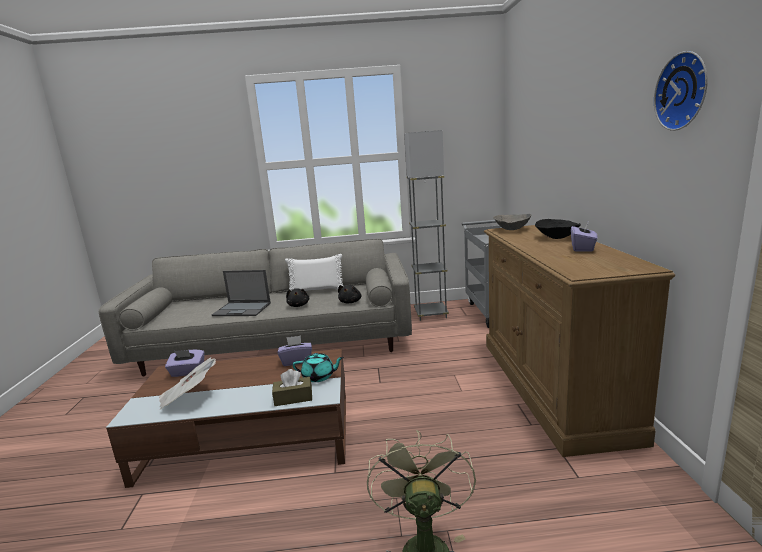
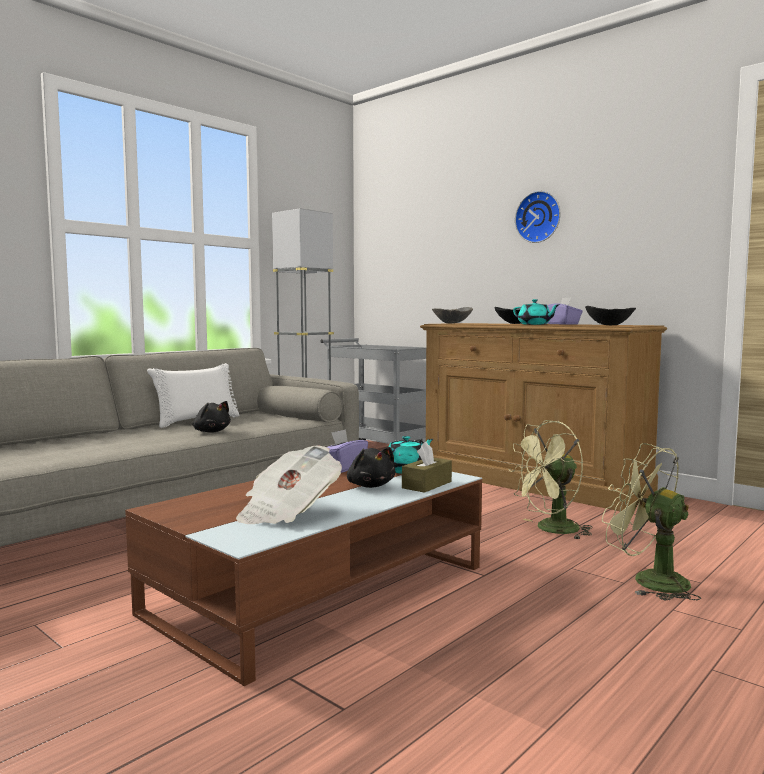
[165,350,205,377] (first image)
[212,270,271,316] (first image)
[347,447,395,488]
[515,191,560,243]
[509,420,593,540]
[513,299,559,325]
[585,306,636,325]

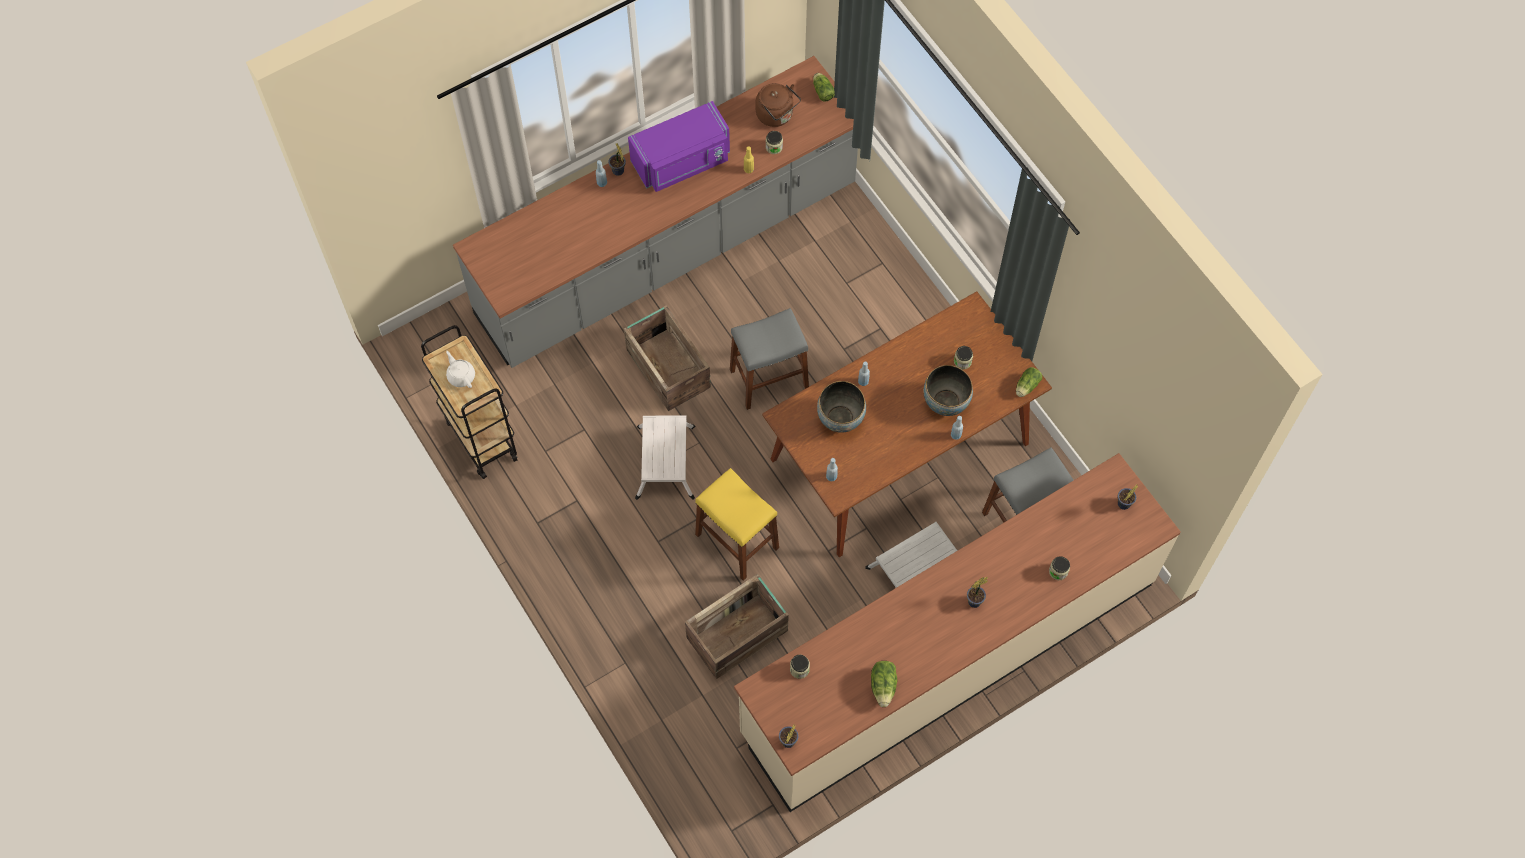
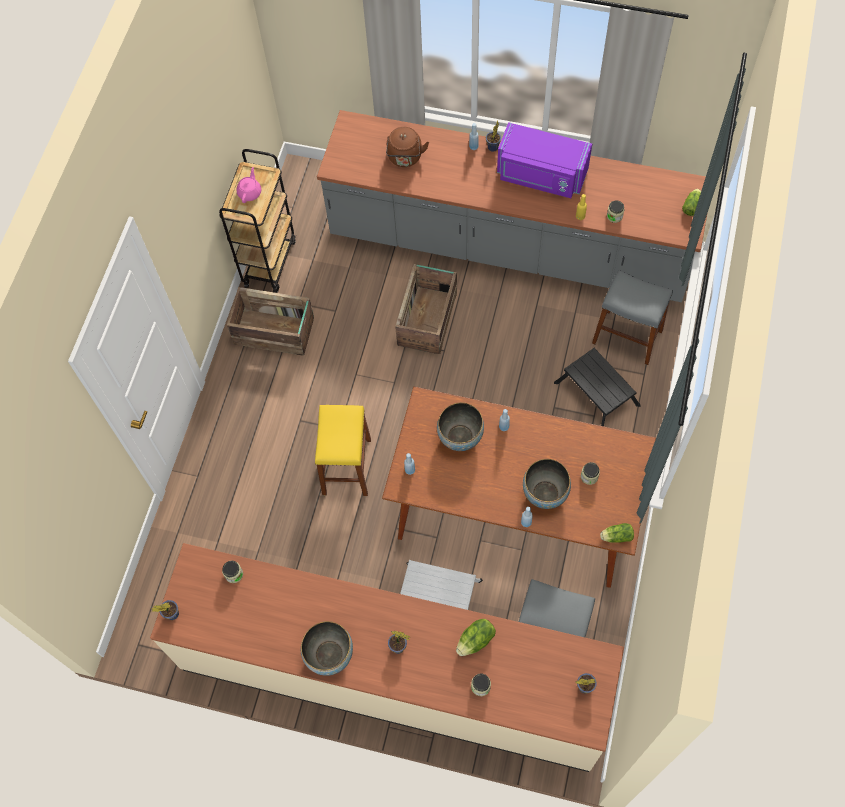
[236,167,261,203]
[635,415,696,500] (first image)
[227,287,314,356]
[592,270,673,365]
[386,127,429,167]
[456,619,496,656]
[301,621,353,676]
[554,347,641,426]

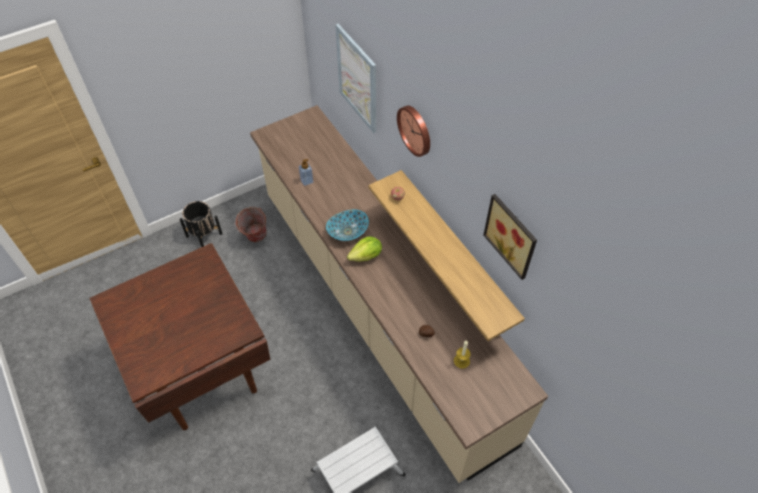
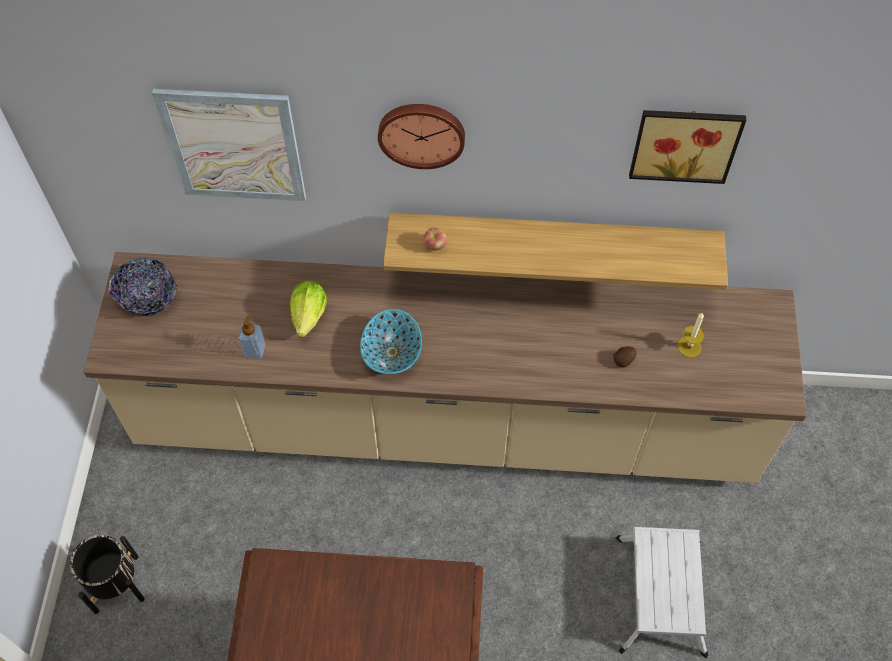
[235,206,267,242] (first image)
[290,281,327,337]
[108,258,177,316]

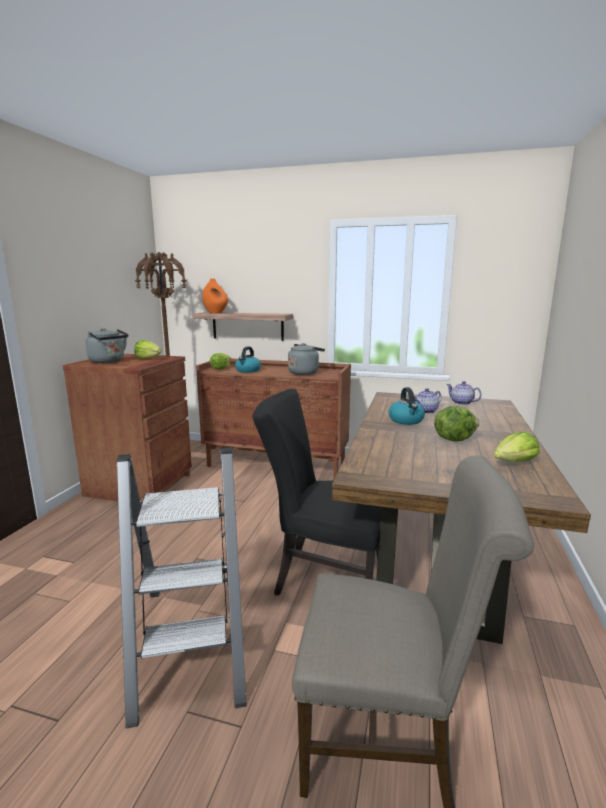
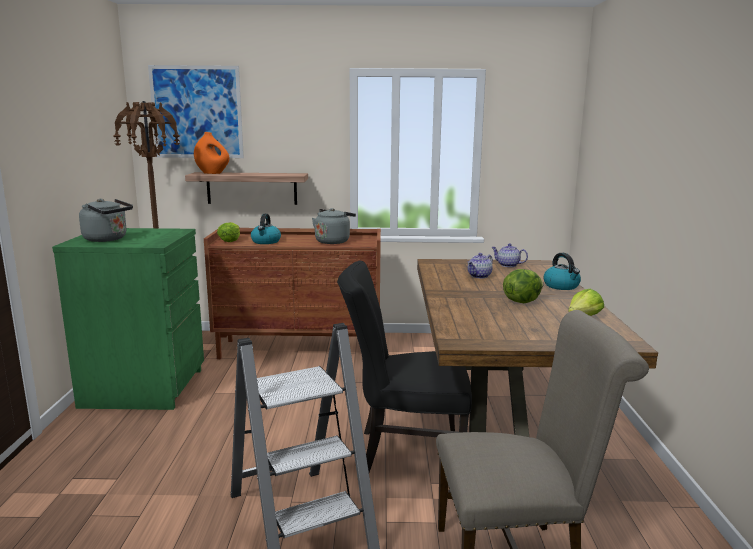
[52,228,204,410]
[134,340,162,359] (first image)
[544,253,581,290]
[148,65,244,158]

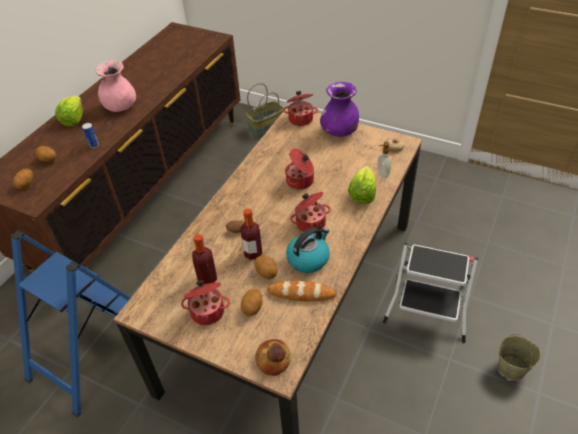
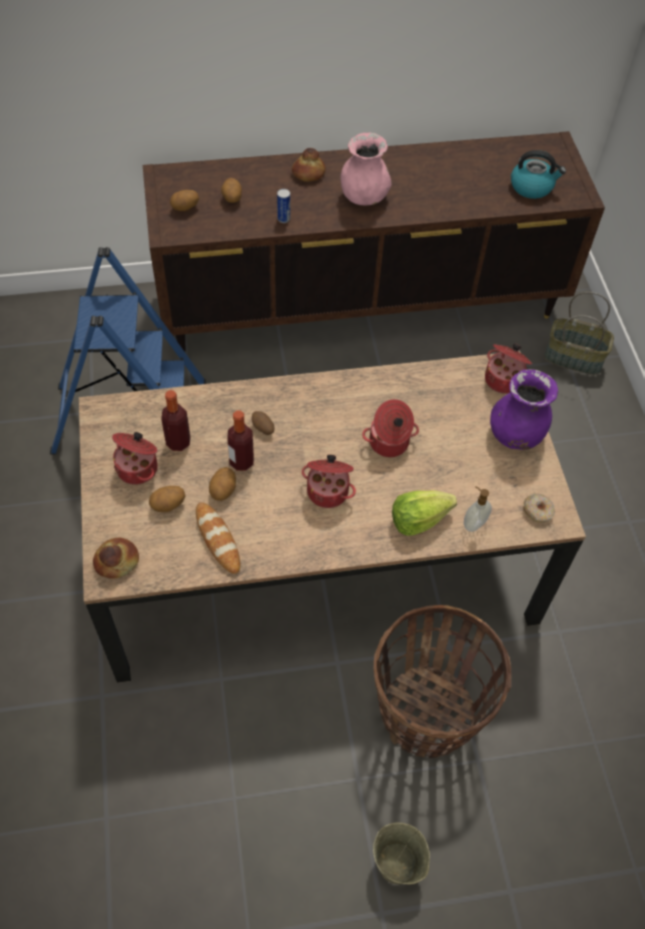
[292,148,326,182]
[511,150,566,199]
[374,605,511,758]

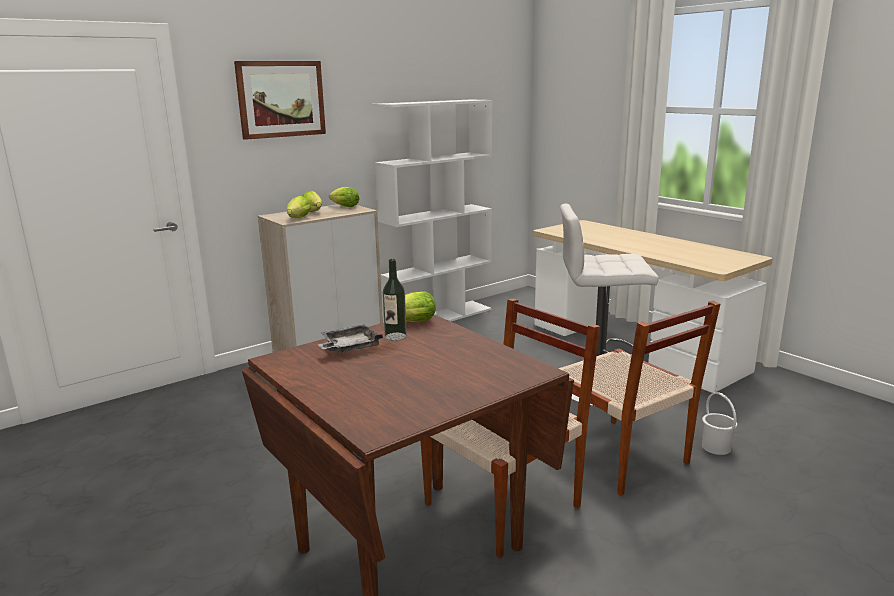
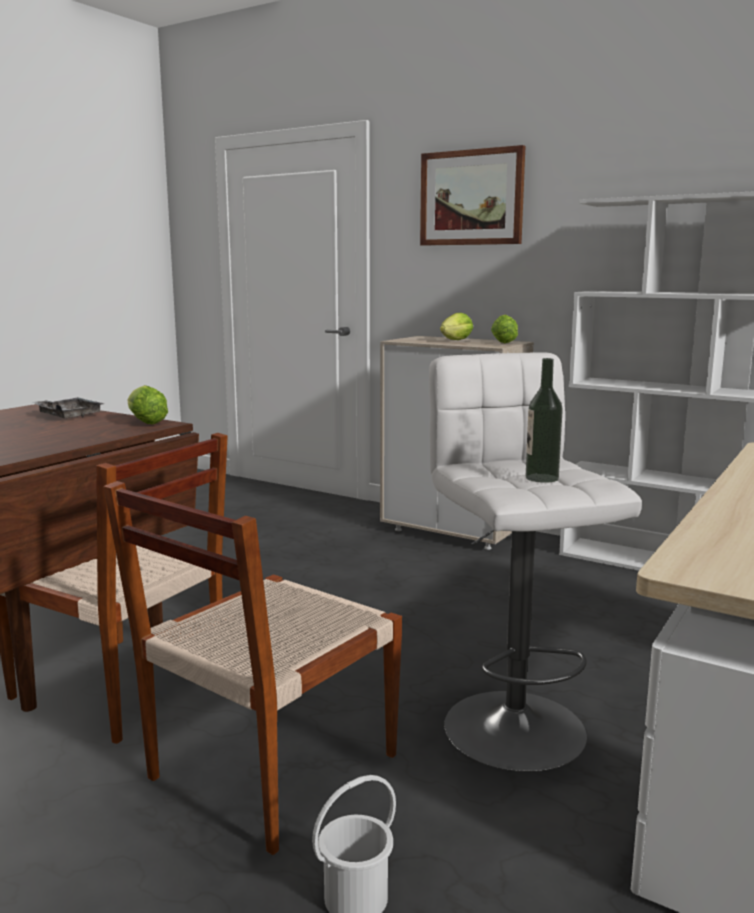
[287,196,311,218] (first image)
[526,358,563,483]

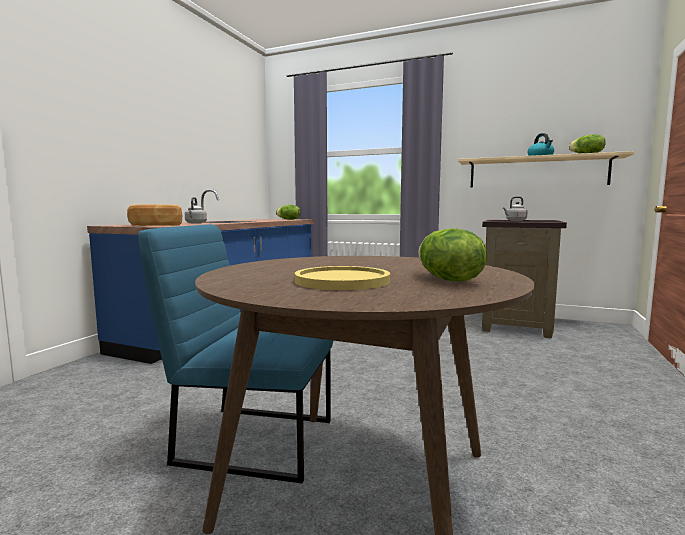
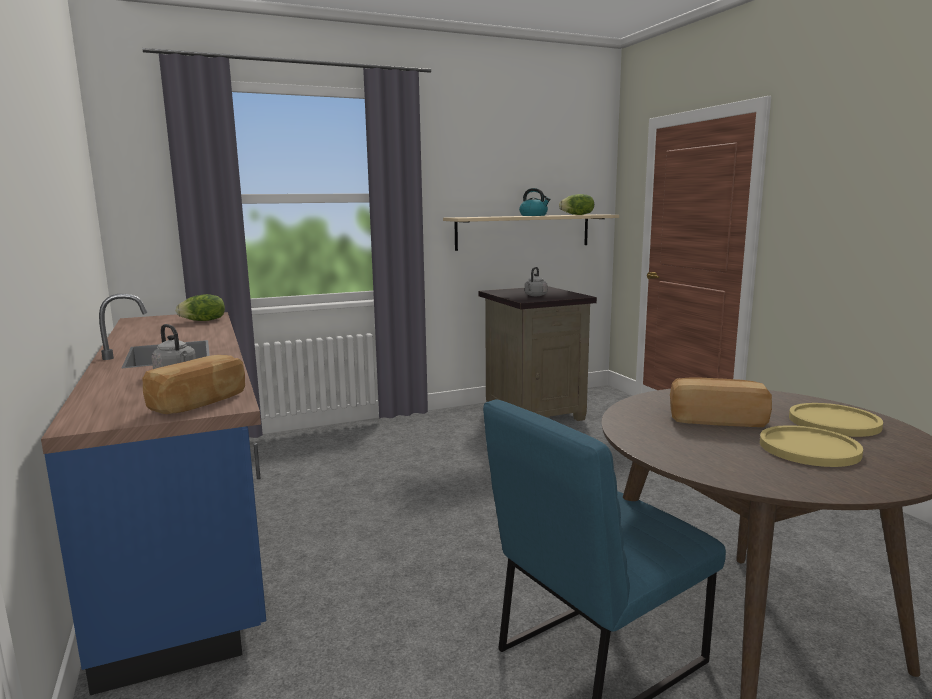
[789,403,883,437]
[670,377,772,427]

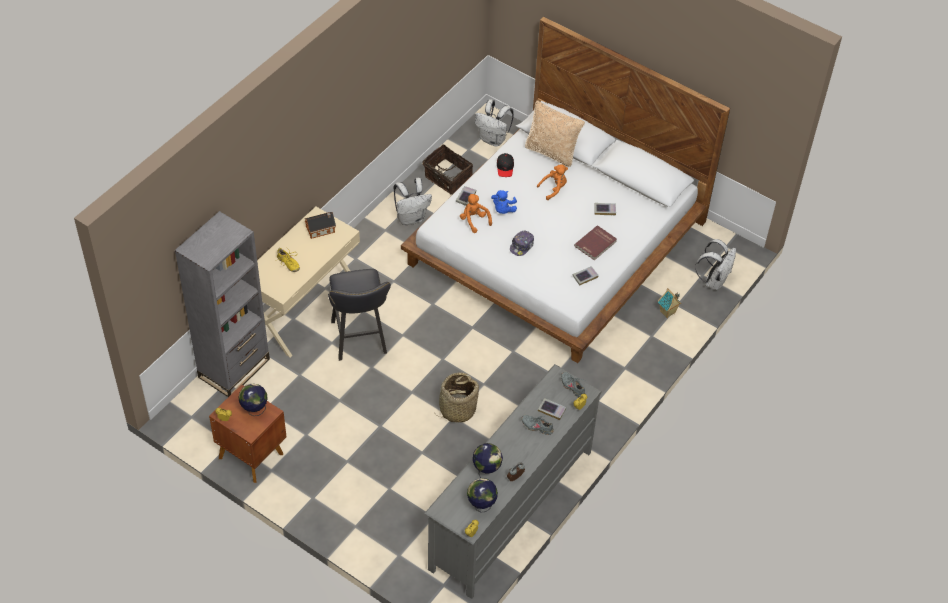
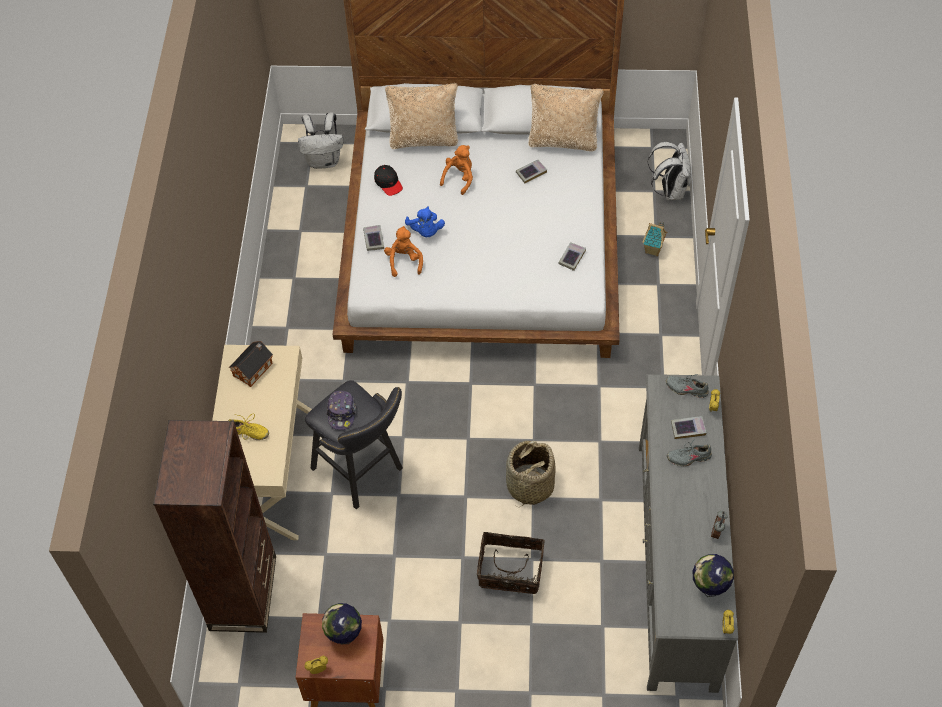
[153,420,276,633]
[393,178,432,225] (first image)
[477,532,545,597]
[384,226,423,277]
[472,443,503,478] (first image)
[326,391,356,430]
[574,225,617,260] (first image)
[528,84,604,151]

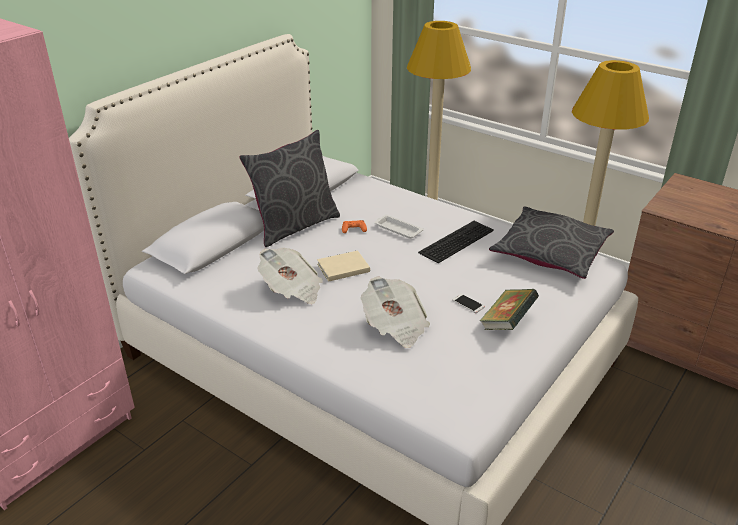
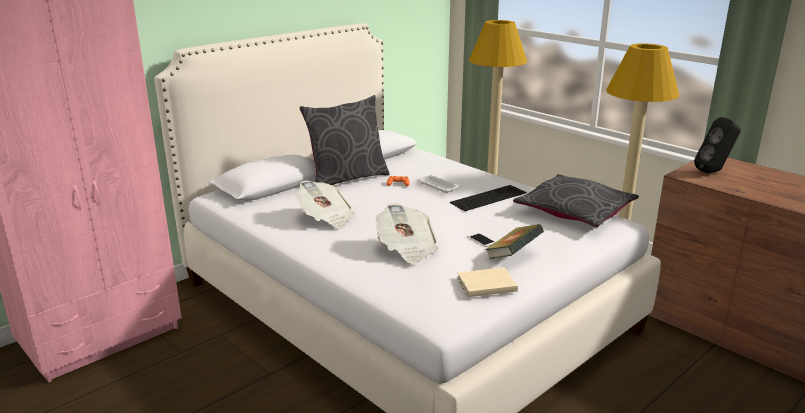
[457,267,518,297]
[694,117,741,173]

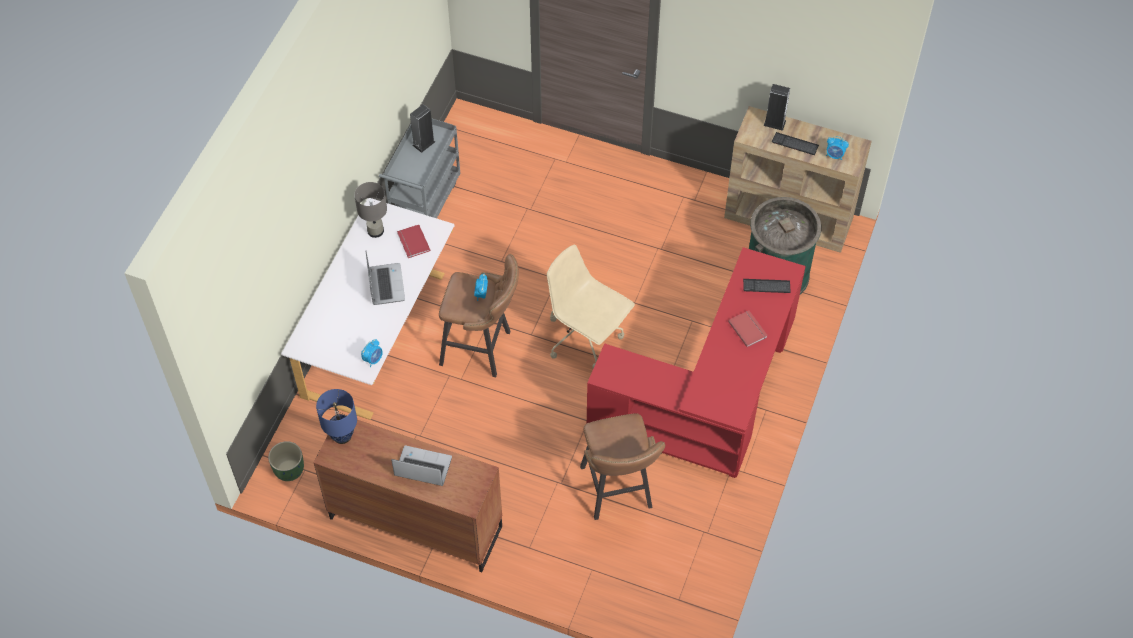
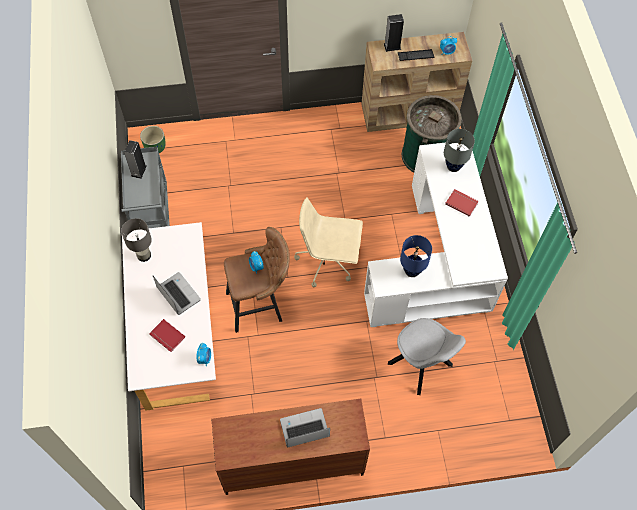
[140,126,166,153]
[400,235,432,277]
[149,319,185,352]
[388,318,466,395]
[364,142,508,327]
[444,129,475,172]

